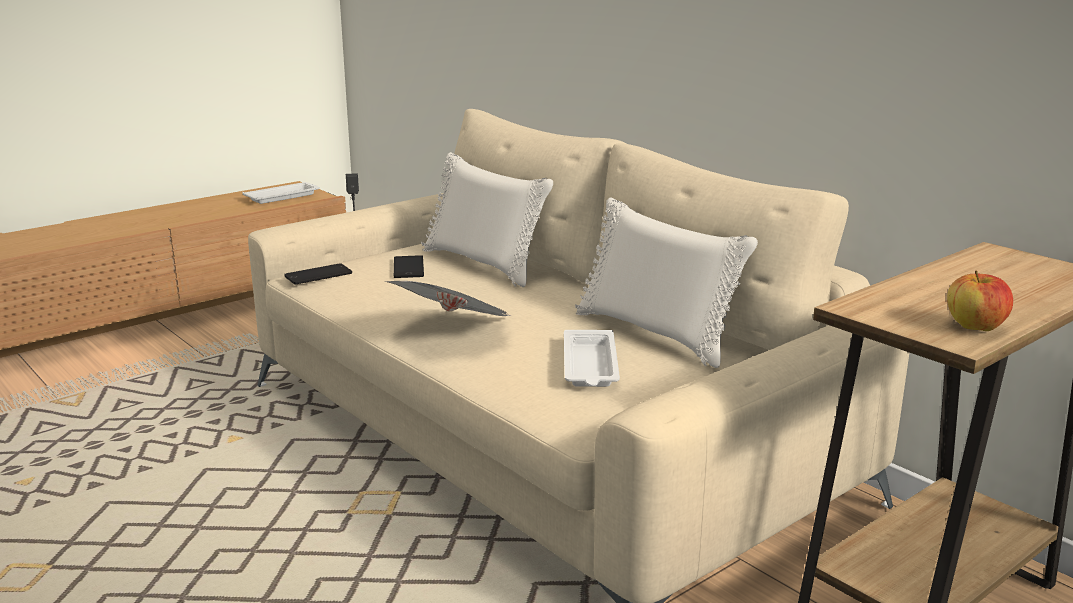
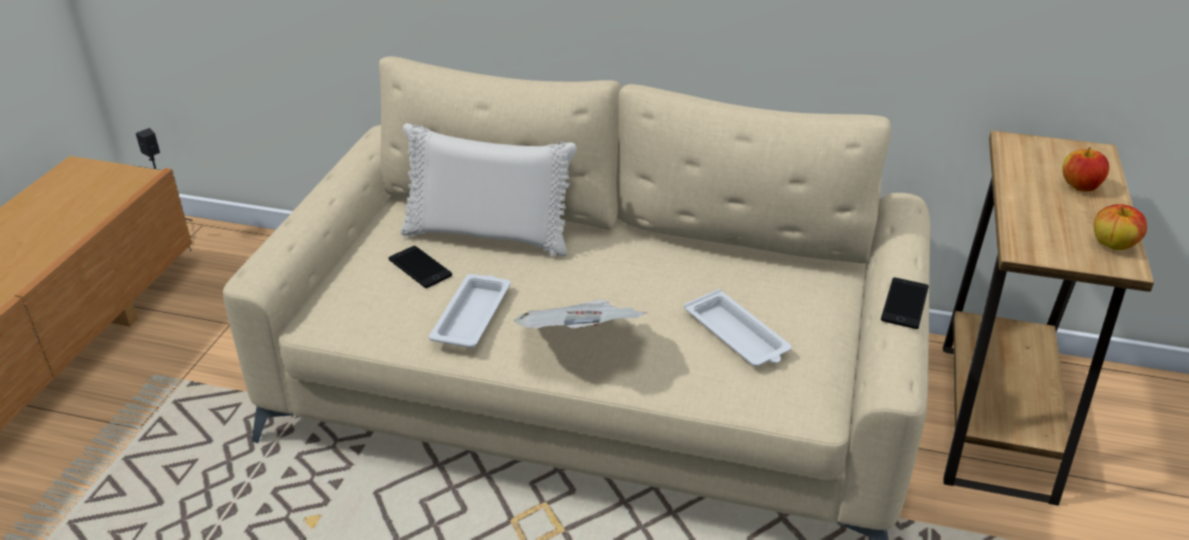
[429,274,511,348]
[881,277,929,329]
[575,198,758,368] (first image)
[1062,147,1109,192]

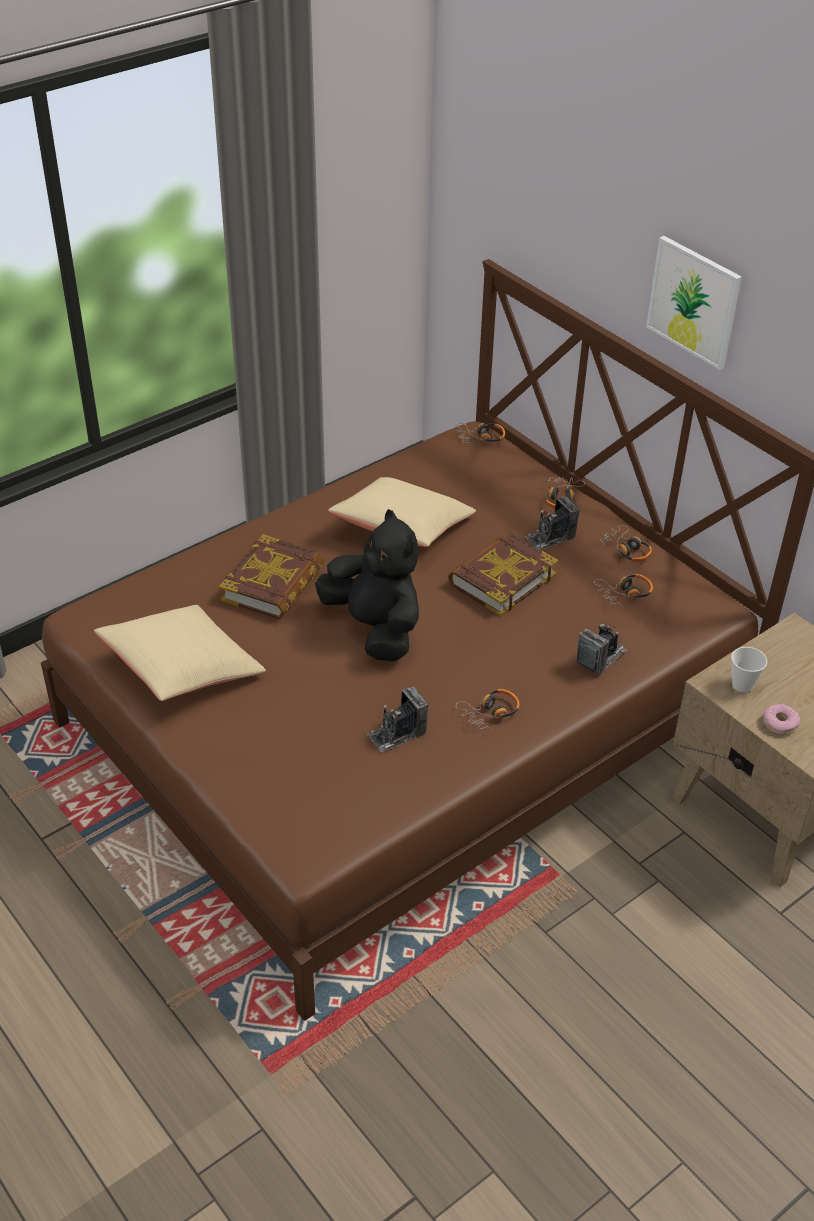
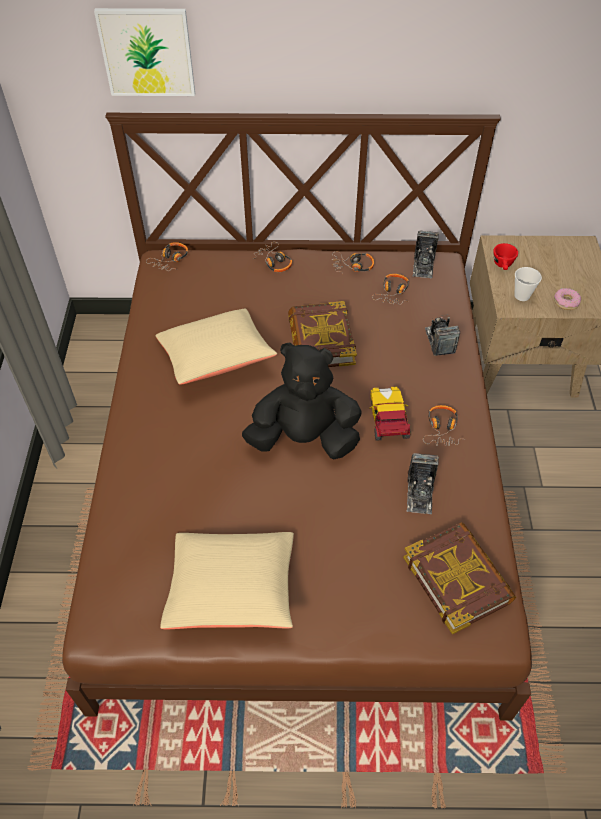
[403,522,516,634]
[413,230,439,278]
[94,8,195,96]
[369,387,411,441]
[493,243,518,270]

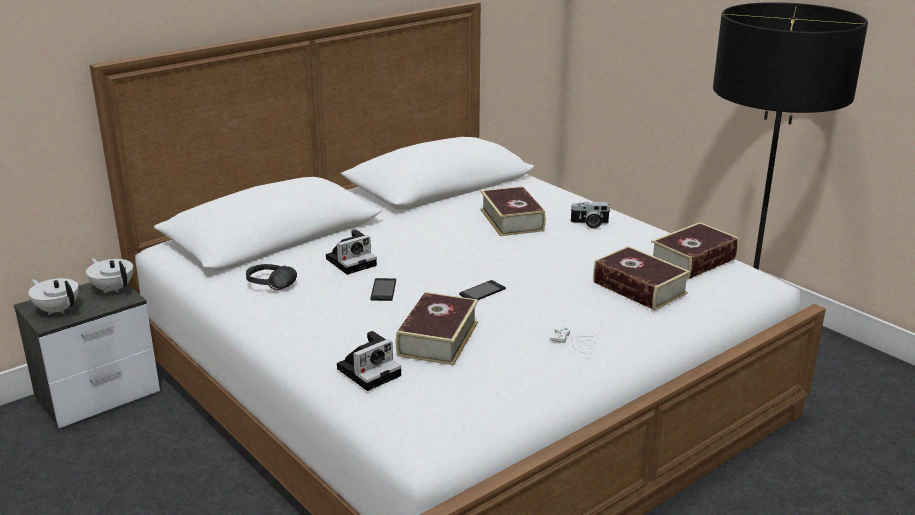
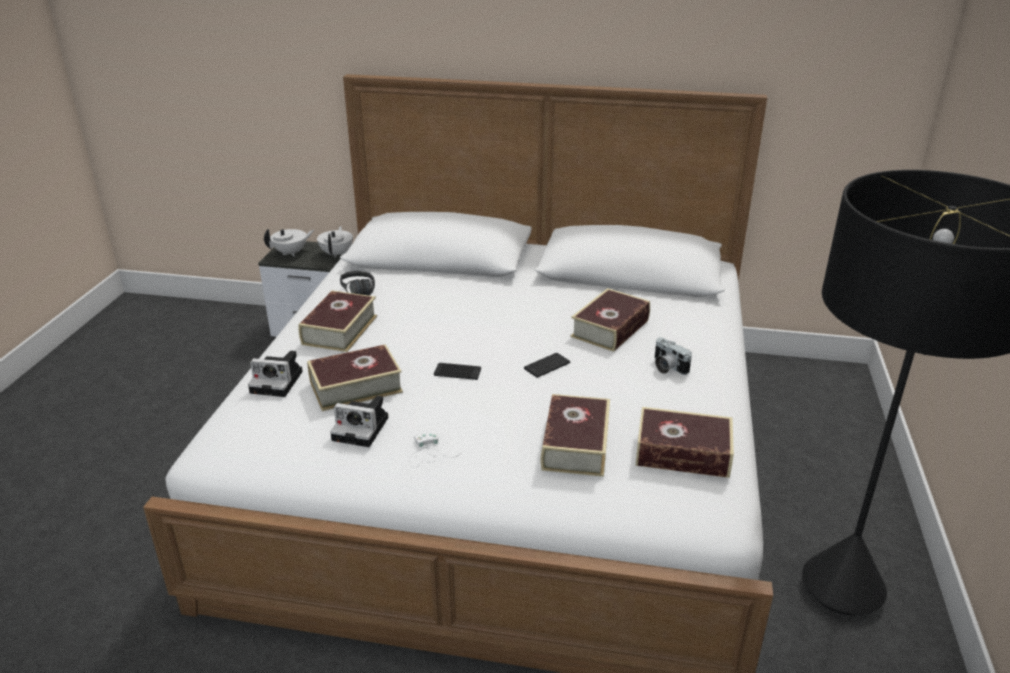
[264,229,314,257]
[330,395,388,447]
[524,353,570,378]
[299,291,377,352]

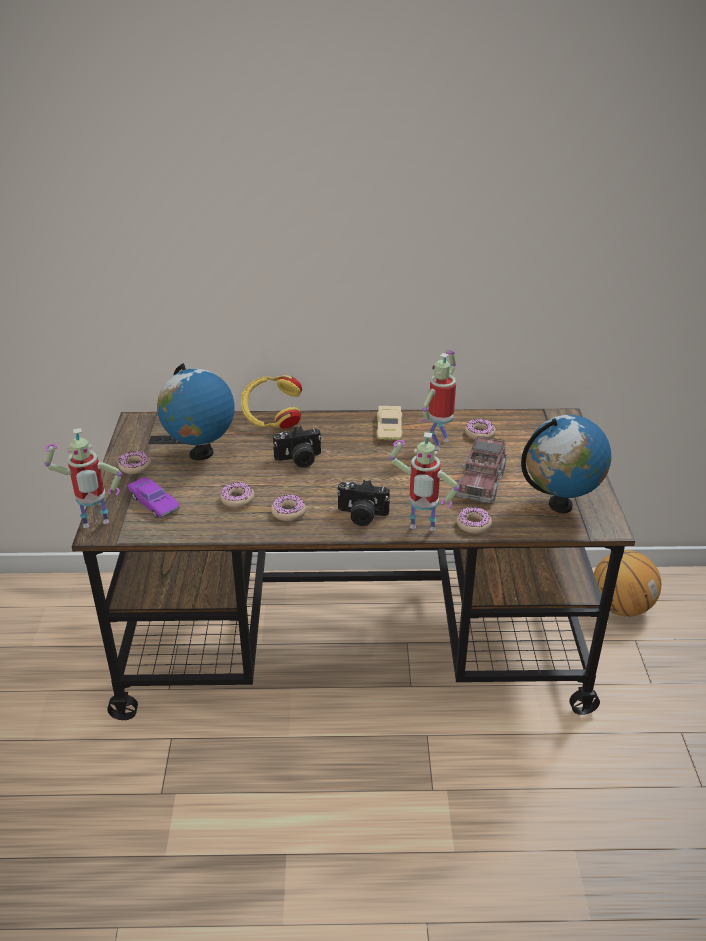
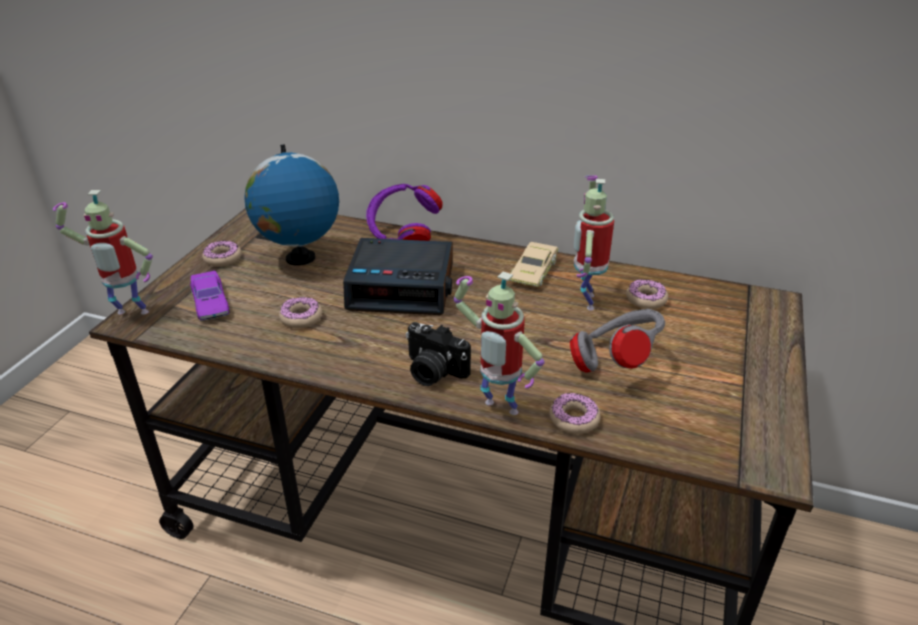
[366,184,443,241]
[271,494,306,521] (first image)
[343,238,453,315]
[573,175,614,310]
[570,309,665,373]
[521,415,611,513] (first image)
[594,550,661,617] (first image)

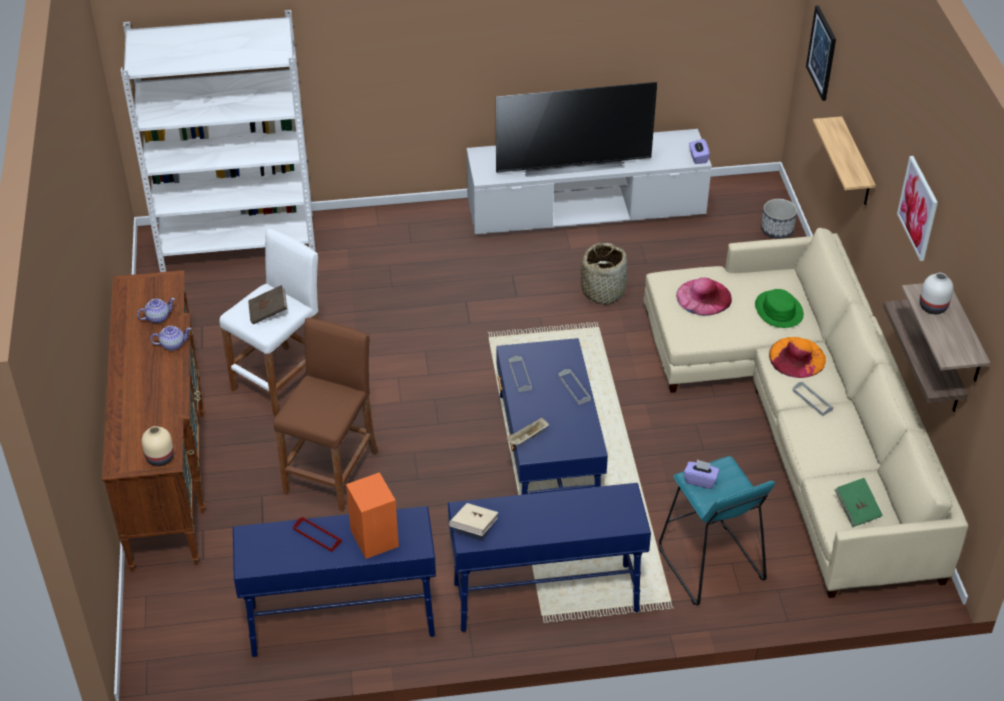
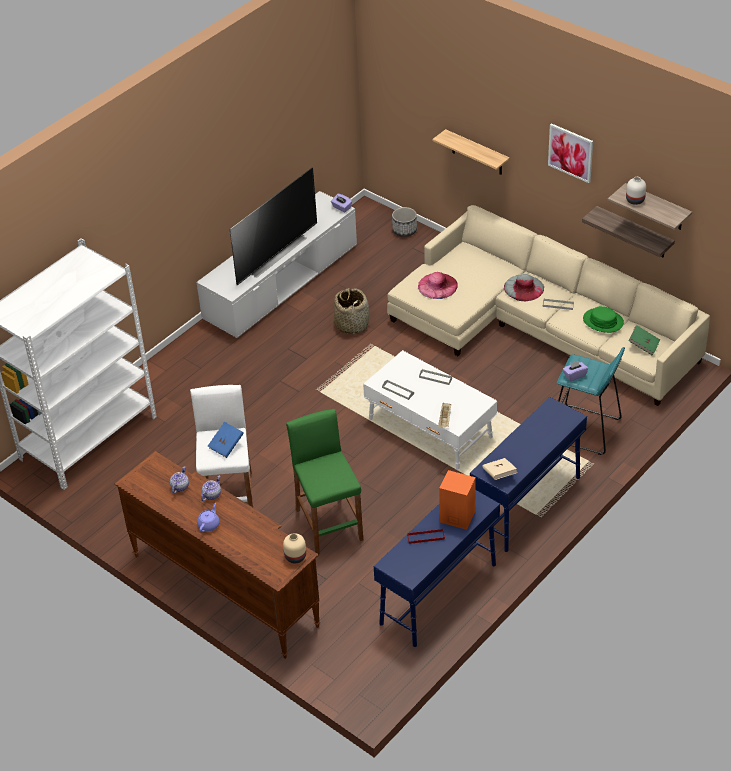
[208,422,244,458]
[286,409,363,554]
[363,350,497,470]
[583,306,624,333]
[504,274,544,301]
[806,5,836,101] (first image)
[197,503,220,532]

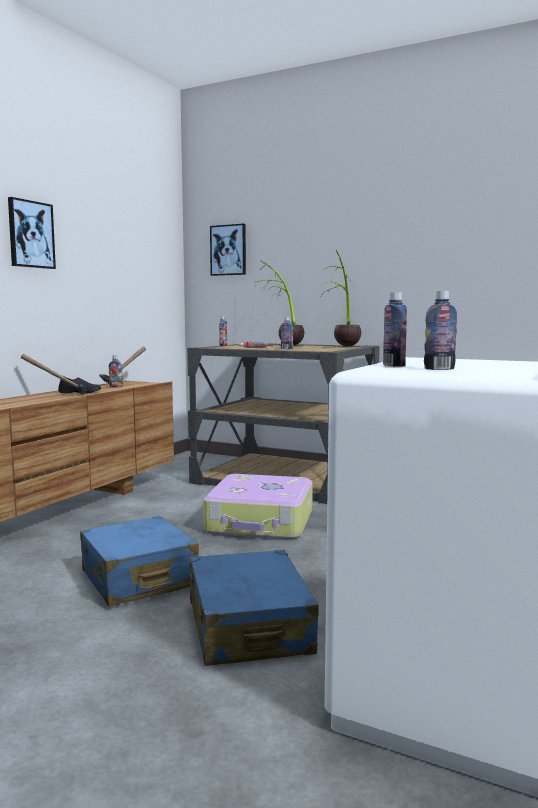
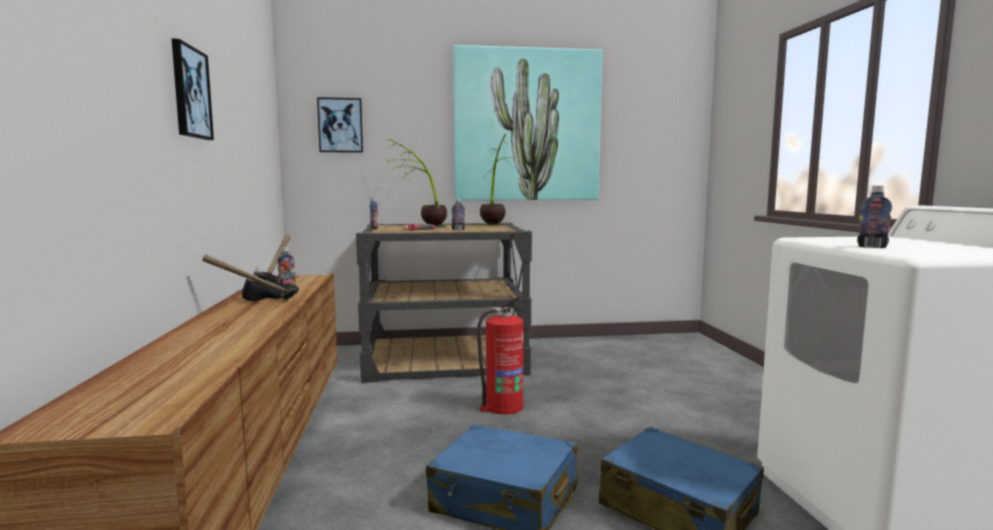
[477,296,526,414]
[424,291,457,370] (first image)
[453,45,602,200]

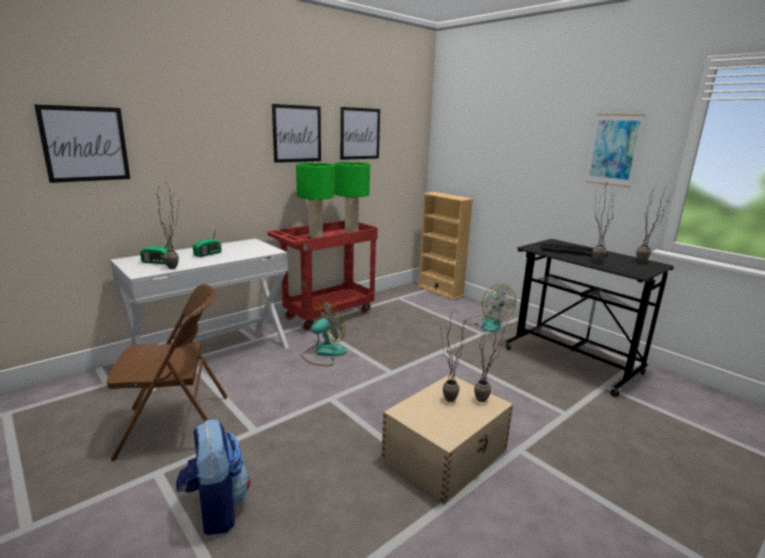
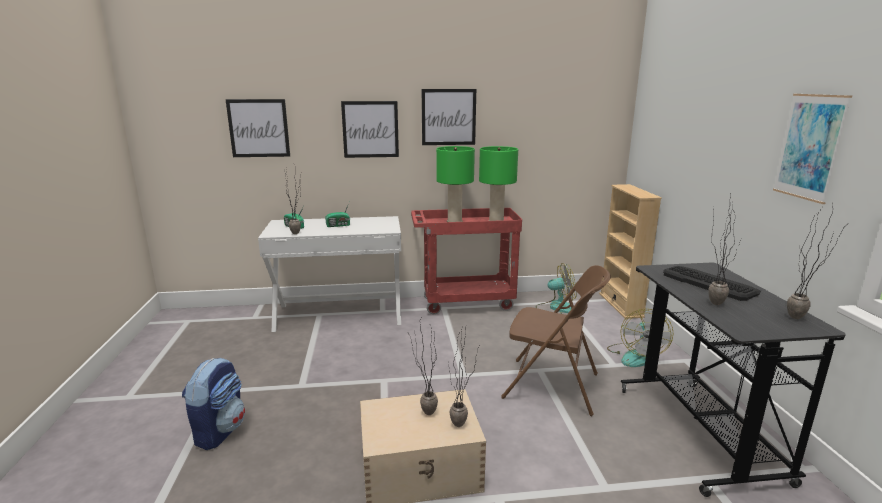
[502,265,611,417]
[536,263,577,314]
[341,101,399,158]

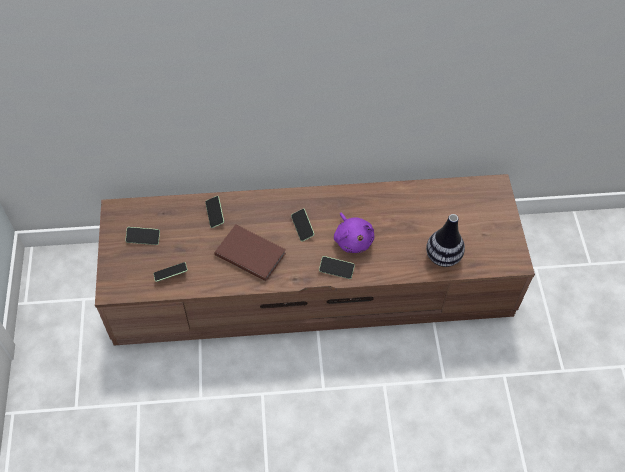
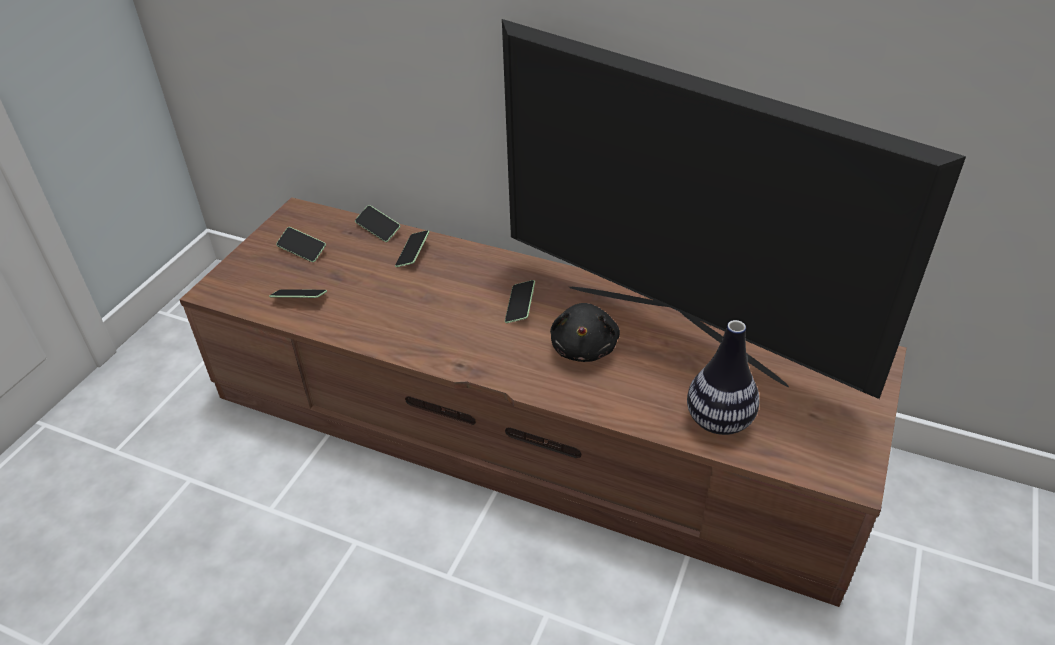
[214,224,286,281] (first image)
[355,205,401,242]
[550,303,620,362]
[502,19,966,399]

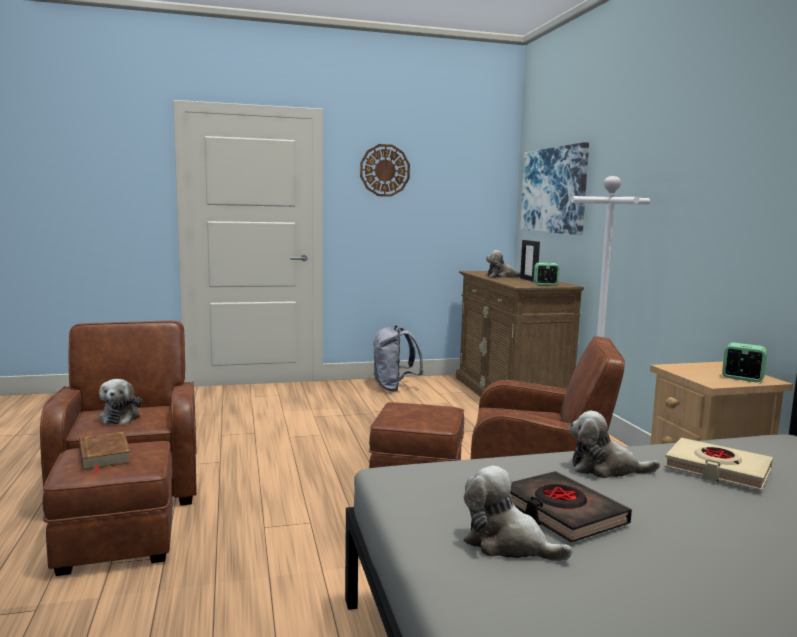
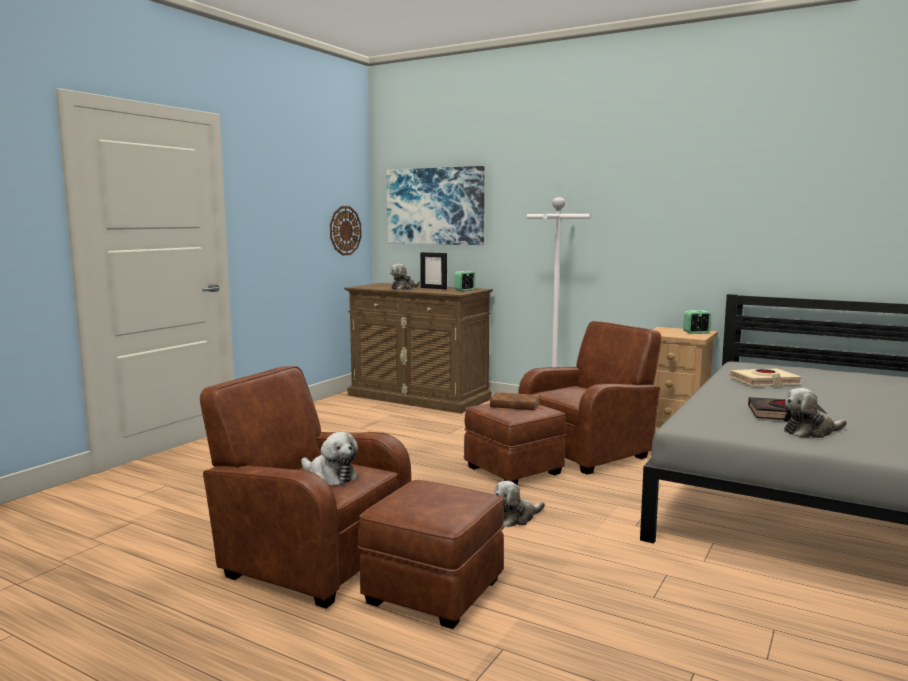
[490,392,543,410]
[330,206,362,256]
[373,325,423,391] (first image)
[494,481,545,527]

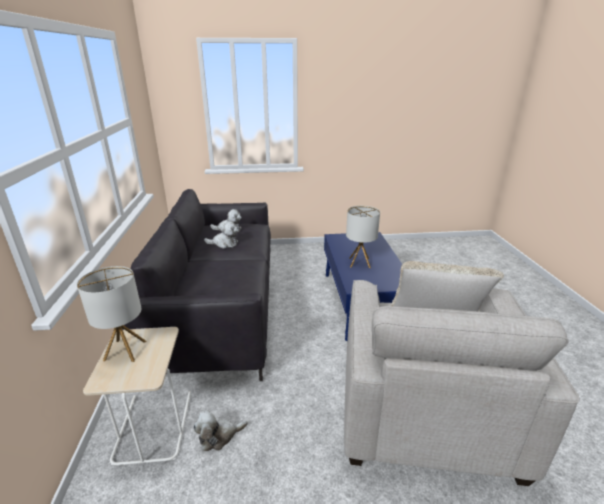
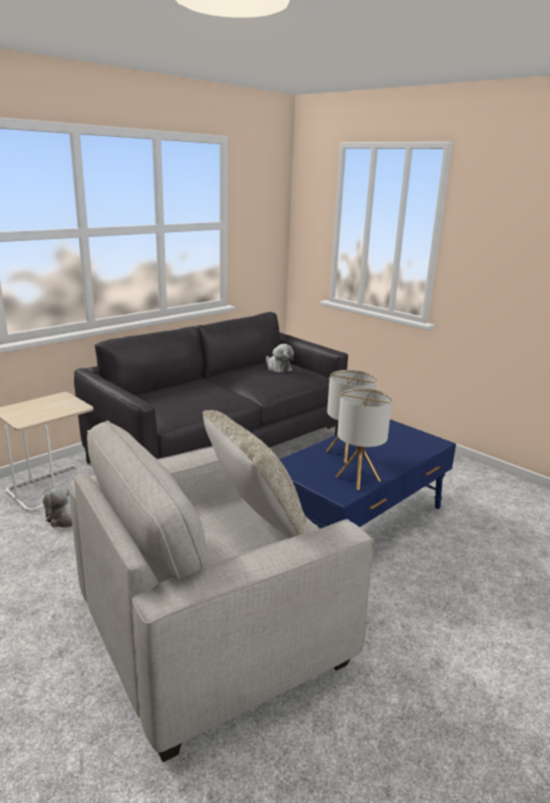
[336,388,392,490]
[204,221,239,249] (first image)

